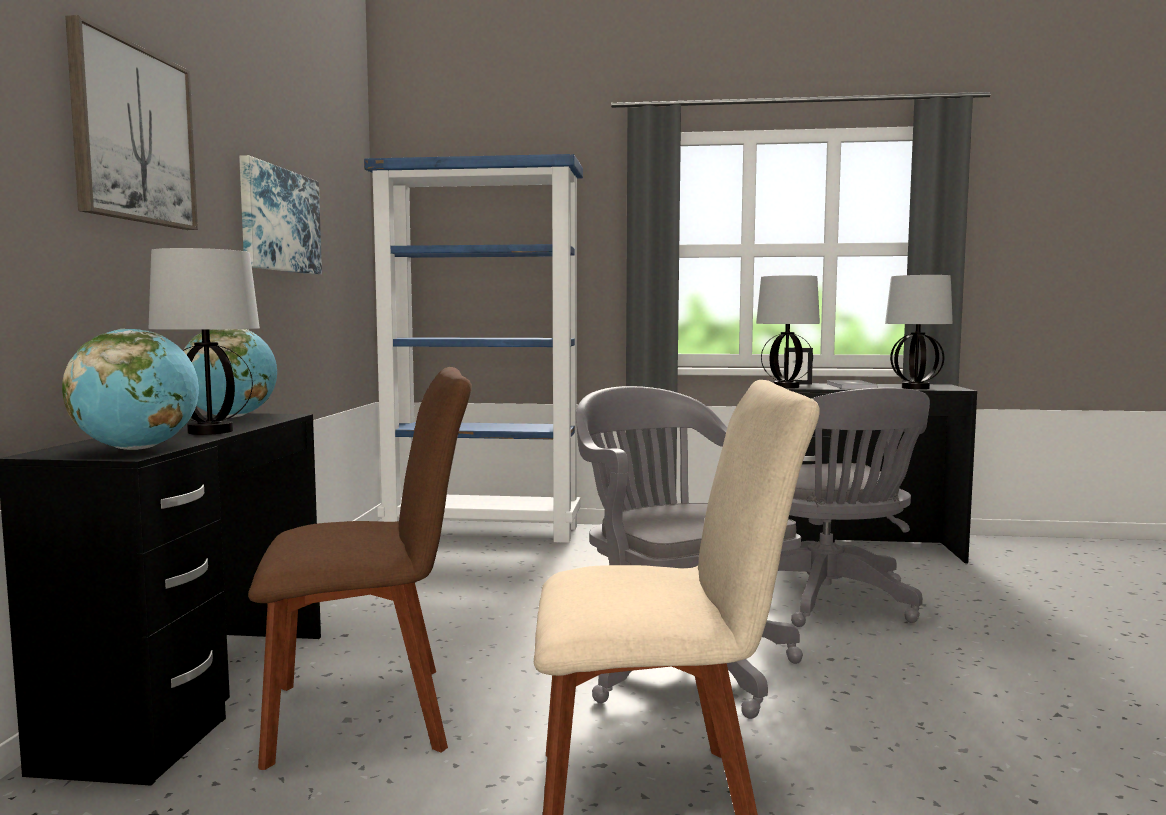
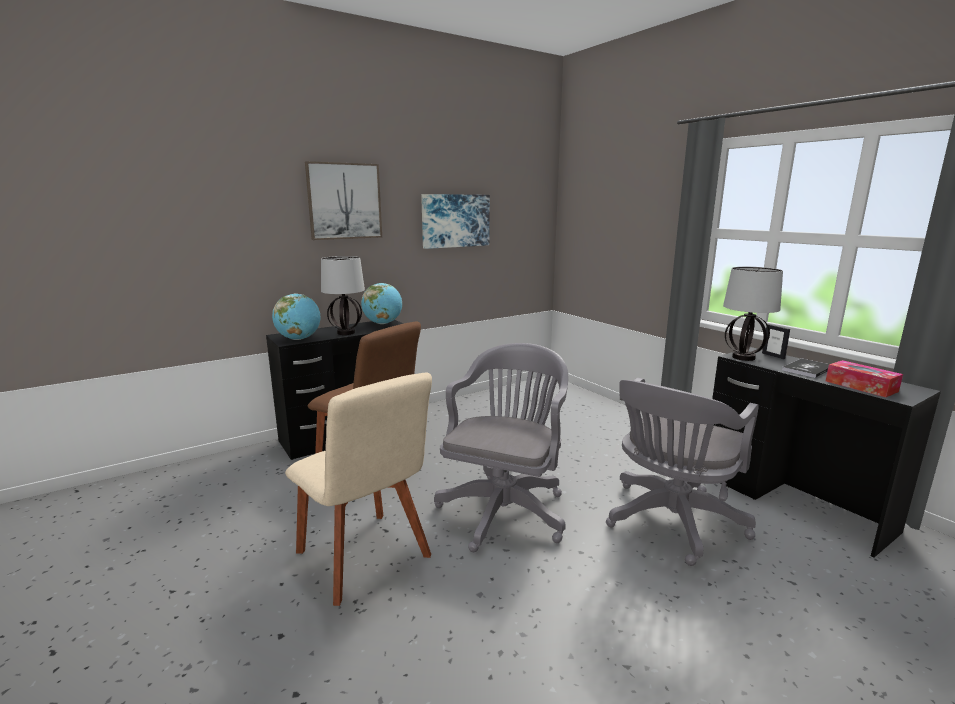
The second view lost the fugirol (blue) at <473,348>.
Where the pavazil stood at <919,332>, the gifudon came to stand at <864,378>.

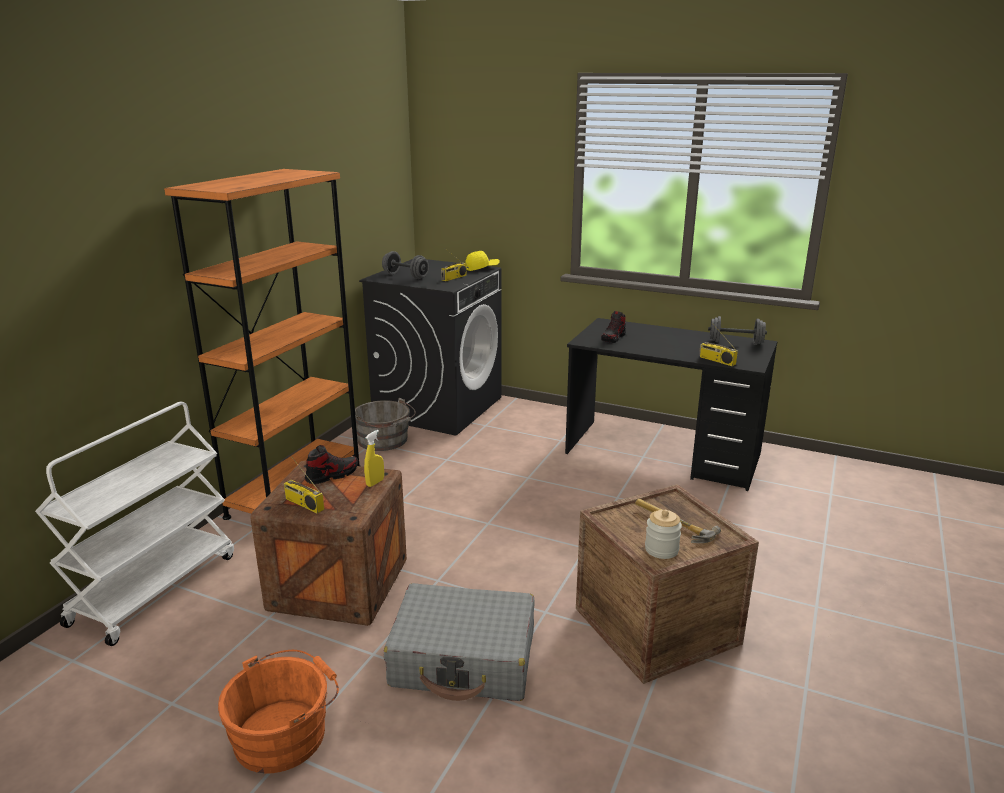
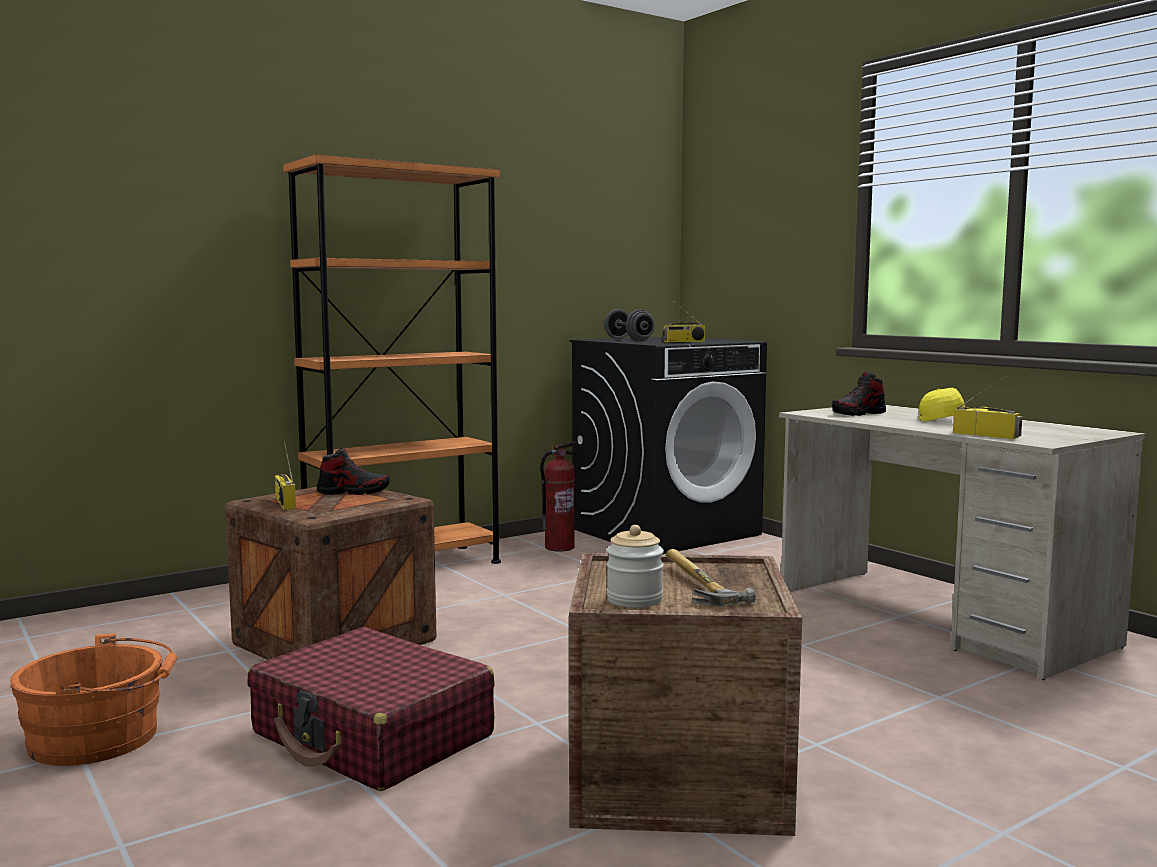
The second view lost the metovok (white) at <134,524>.
Where the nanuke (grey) stood at <385,424>, the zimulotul came to stand at <559,496>.
The second view lost the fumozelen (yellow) at <374,458>.
What was the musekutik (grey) at <459,642> turned into the musekutik (red) at <371,709>.
The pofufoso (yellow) ended up elsewhere, having gone from <482,261> to <953,405>.
What was the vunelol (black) at <671,404> turned into the vunelol (beige) at <962,542>.
The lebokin at <718,344> ended up facing another way, 150 degrees clockwise from before.
The second view lost the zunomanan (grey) at <737,330>.

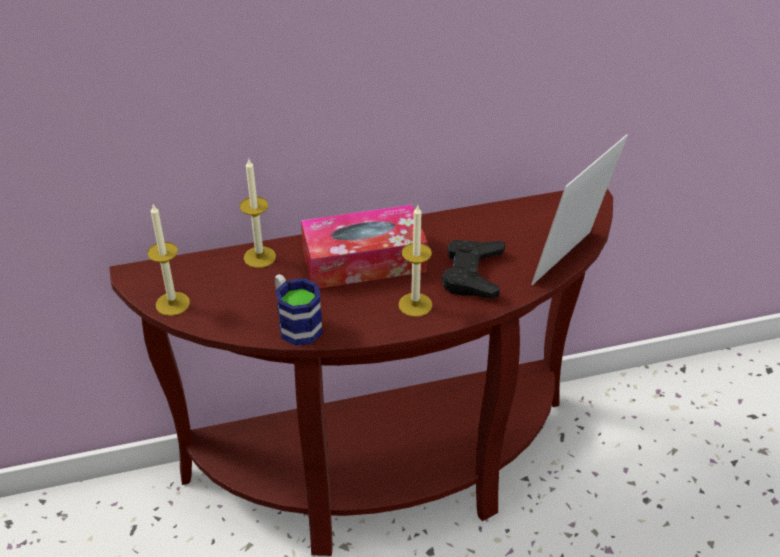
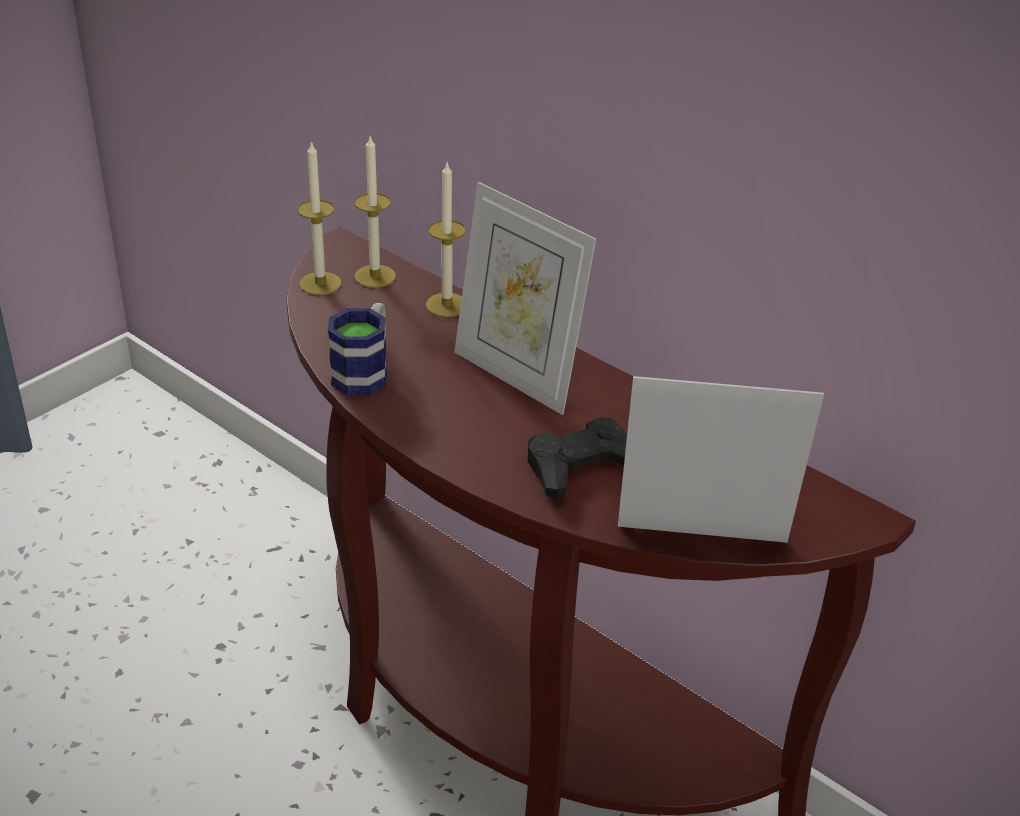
Where the gifudon stood at <364,246>, the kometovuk came to stand at <525,298>.
The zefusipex ended up elsewhere, having gone from <415,260> to <375,212>.

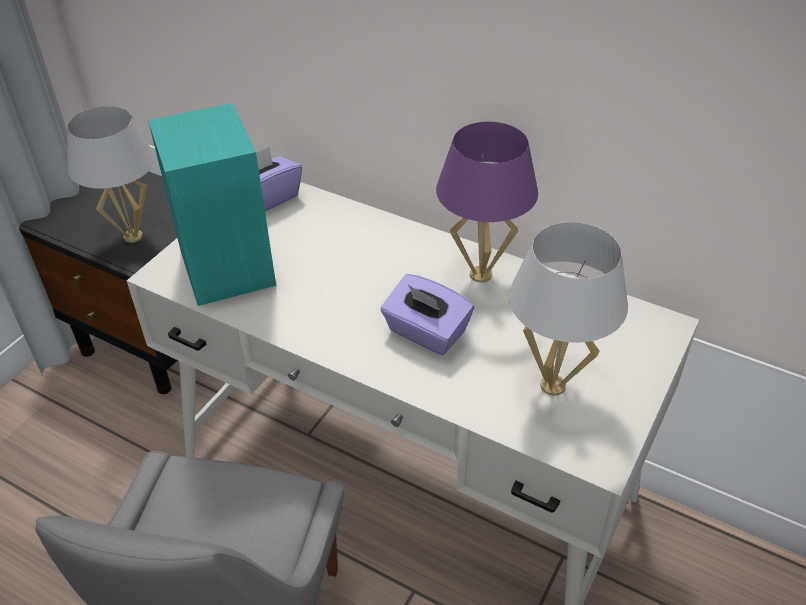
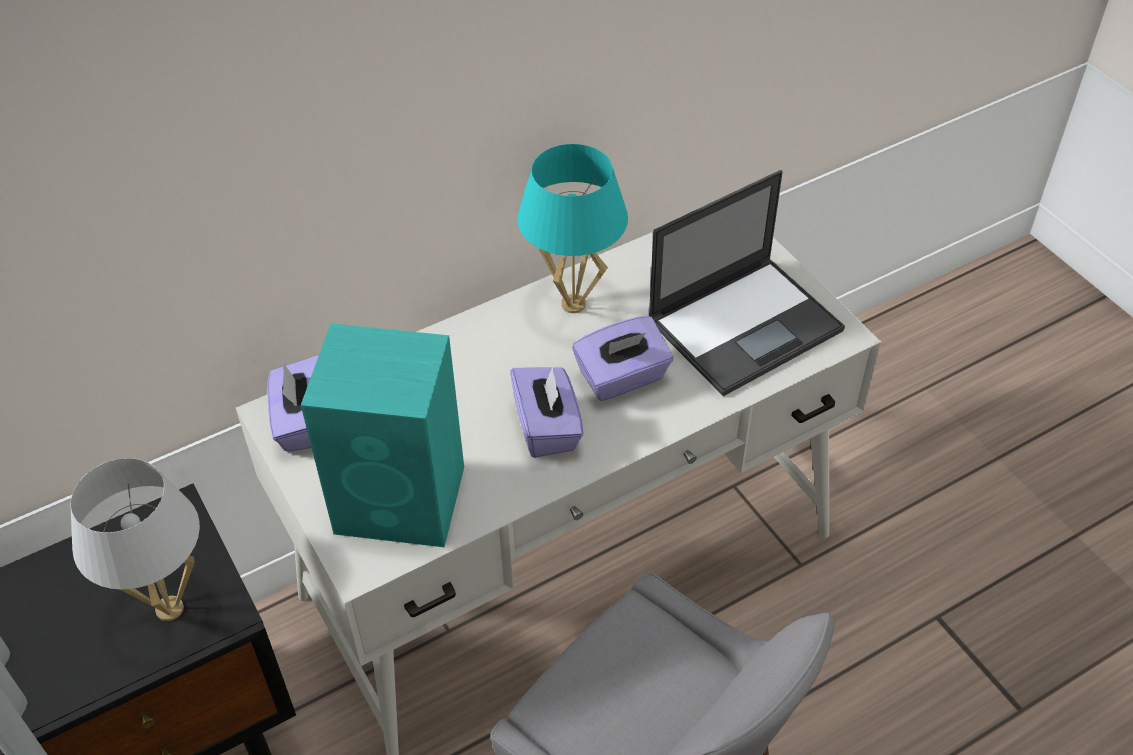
What was the pavazil (purple) at <487,202> turned into the pavazil (turquoise) at <572,228>.
Where the pavazil (white) stood at <568,309>, the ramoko came to stand at <747,283>.
The second view gained the gifudon (purple) at <547,412>.

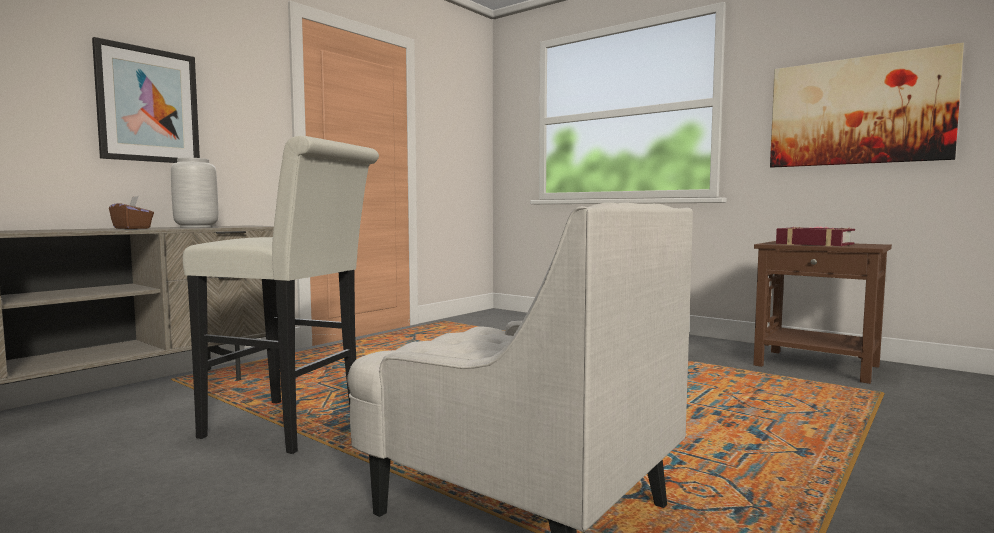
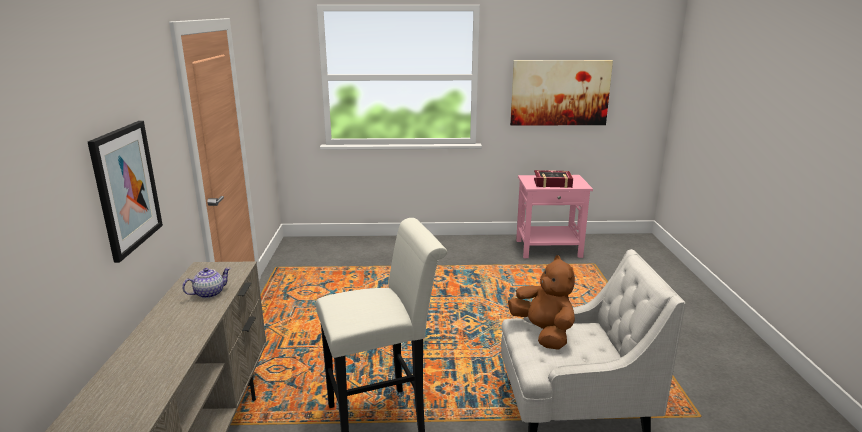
The second view lost the gifudon (brown) at <131,212>.
Where the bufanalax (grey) stood at <194,193>, the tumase came to stand at <206,282>.
What was the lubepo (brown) at <822,312> turned into the lubepo (pink) at <554,216>.
The second view gained the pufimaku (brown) at <541,302>.

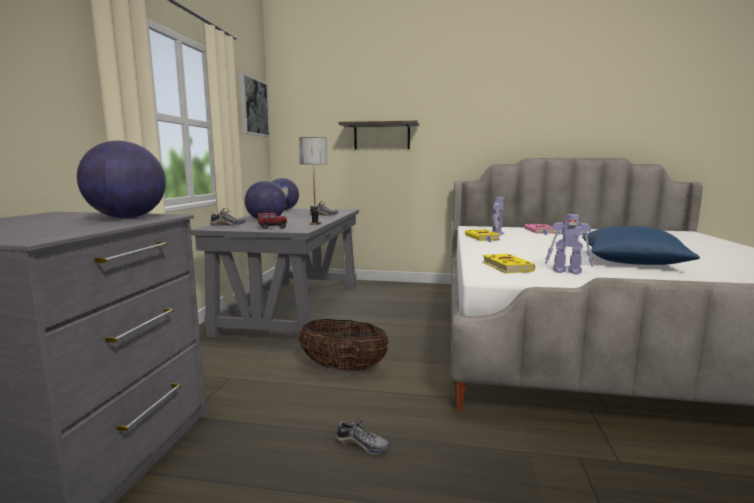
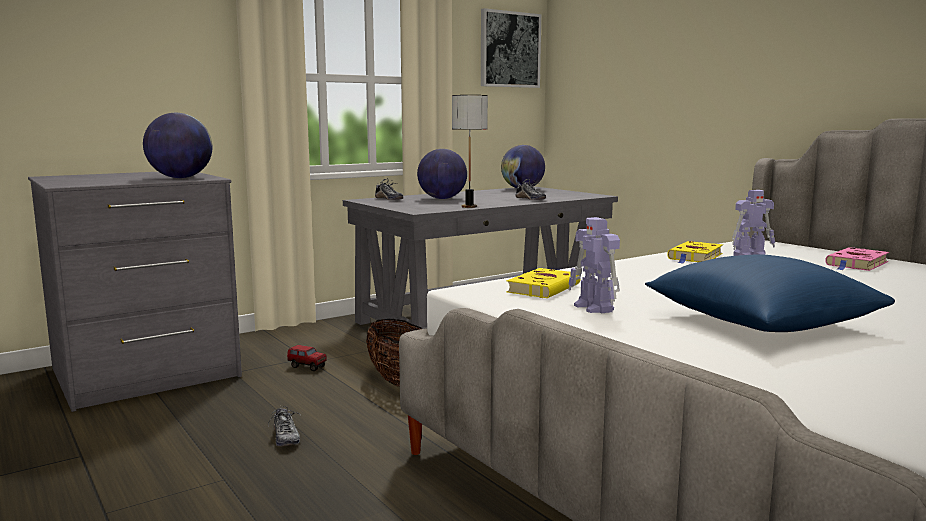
The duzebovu ended up elsewhere, having gone from <272,221> to <307,358>.
The second view lost the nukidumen at <379,135>.

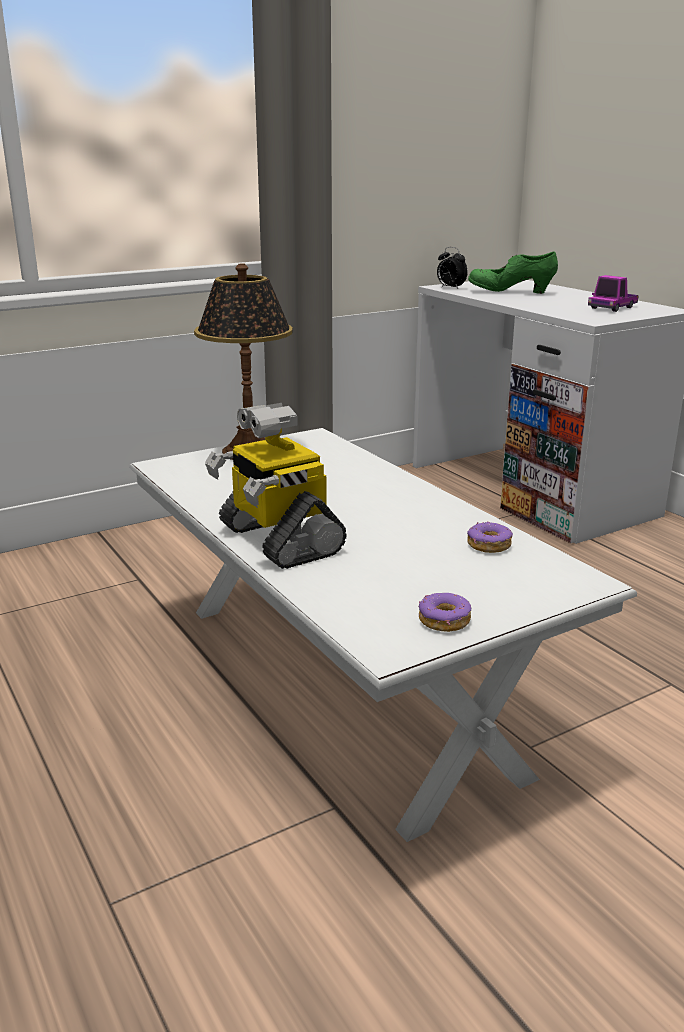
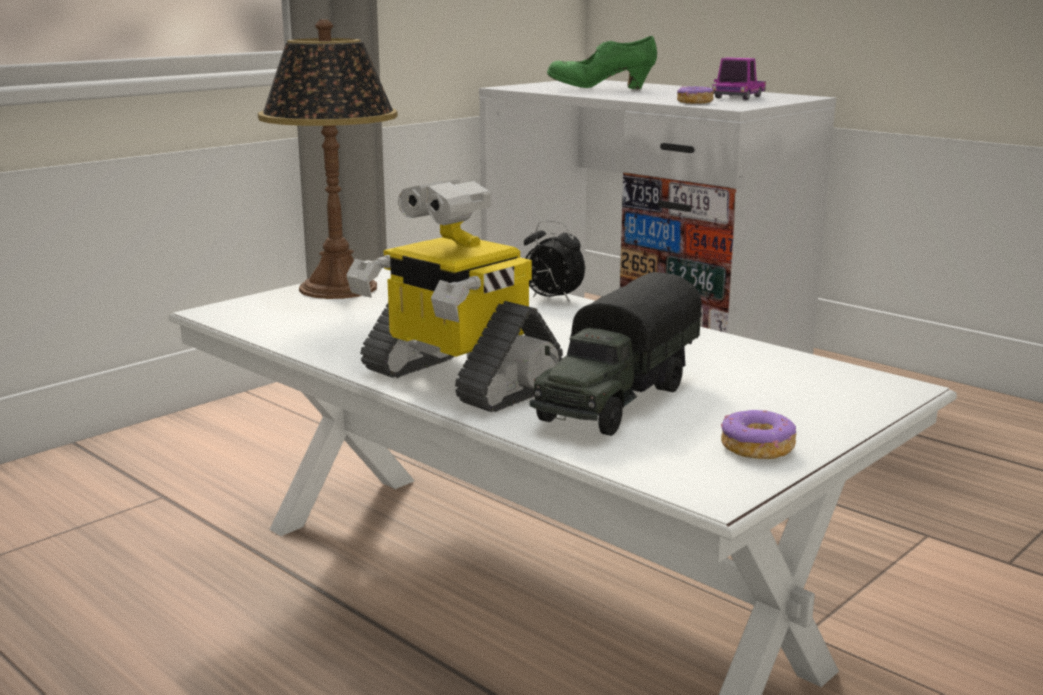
The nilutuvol ended up elsewhere, having gone from <452,268> to <554,261>.
The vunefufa ended up elsewhere, having gone from <490,537> to <695,95>.
The second view gained the duzebovu at <616,354>.

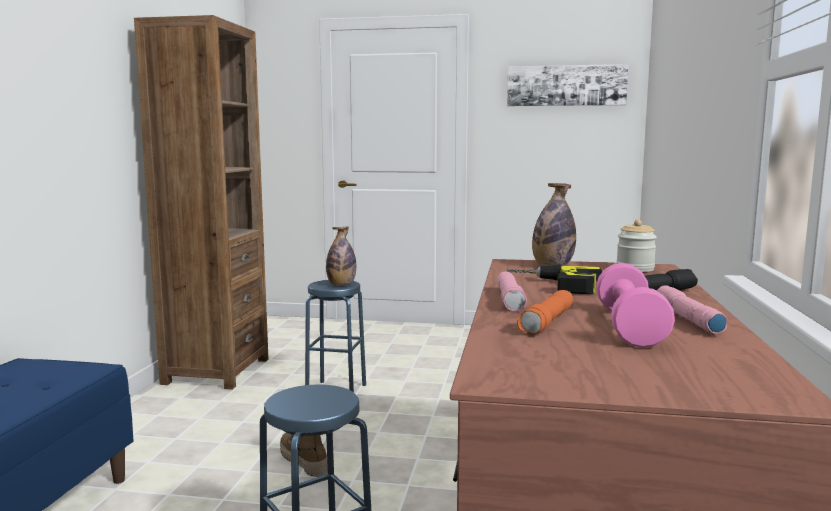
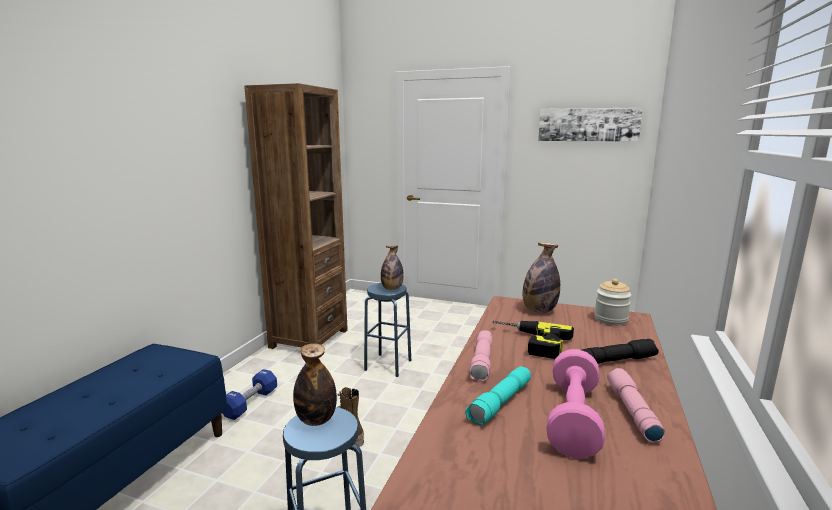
What was the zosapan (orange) at <545,312> turned into the zosapan (turquoise) at <498,395>.
The second view gained the zunomanan (blue) at <249,394>.
The second view gained the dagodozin at <315,384>.

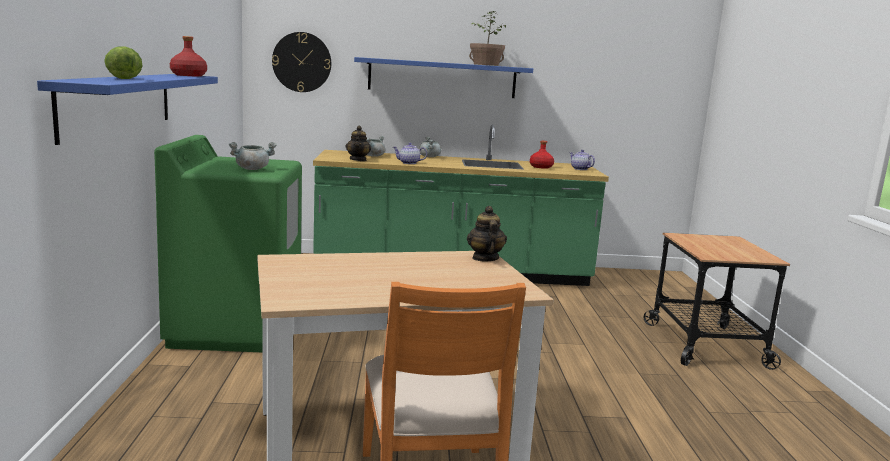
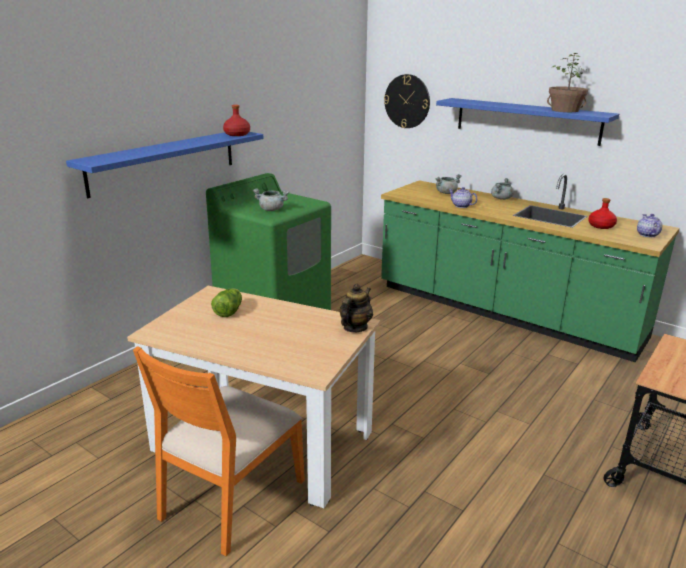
The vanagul ended up elsewhere, having gone from <123,62> to <226,302>.
The second view lost the tumase at <358,143>.

